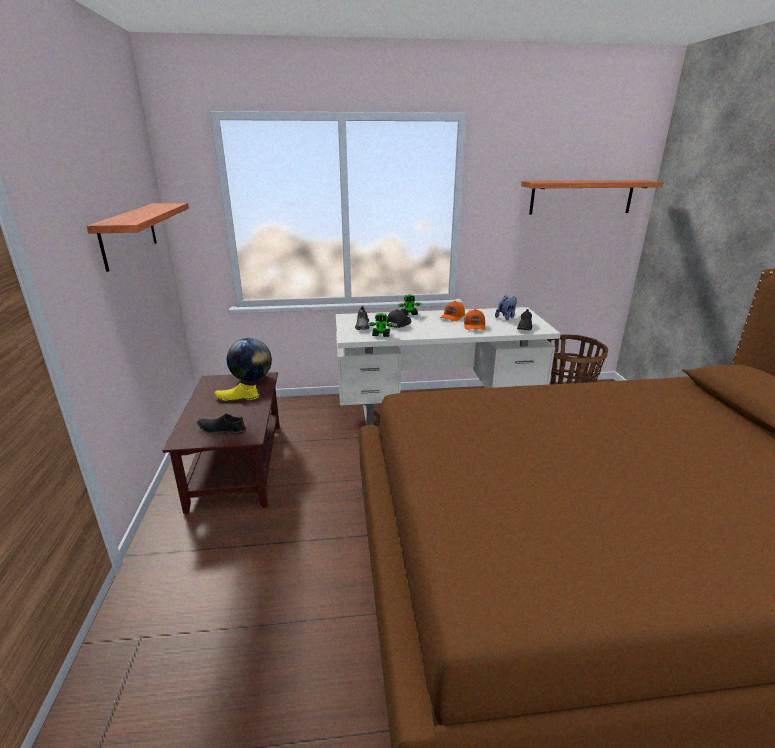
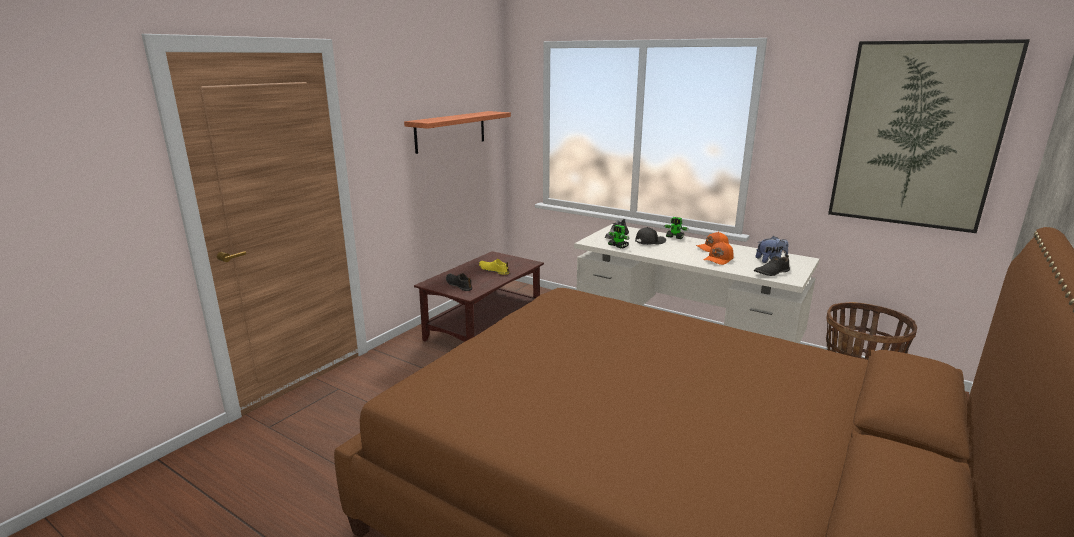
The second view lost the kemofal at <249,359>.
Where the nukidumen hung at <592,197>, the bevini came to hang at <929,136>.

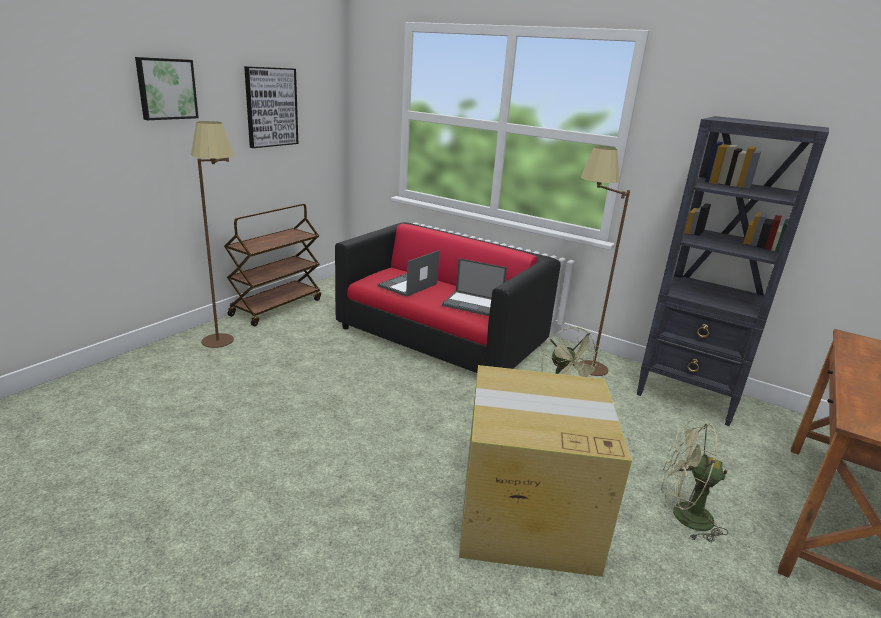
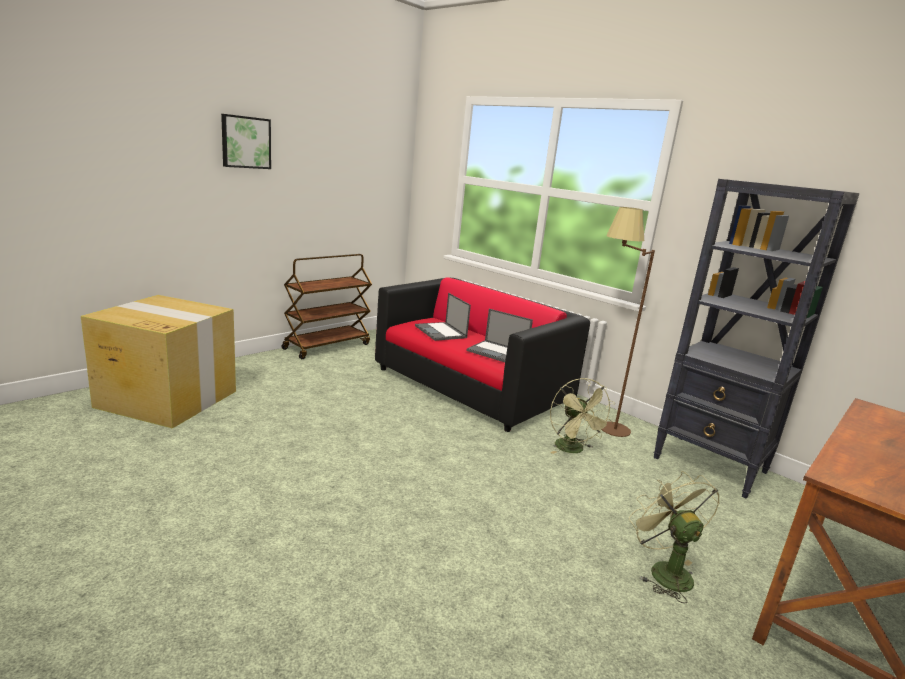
The second view lost the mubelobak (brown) at <212,234>.
The second view lost the bevini at <271,107>.
The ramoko at <408,273> ended up facing another way, 75 degrees counterclockwise from before.
The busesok ended up elsewhere, having gone from <545,471> to <158,361>.
The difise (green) at <694,480> ended up facing another way, 45 degrees clockwise from before.

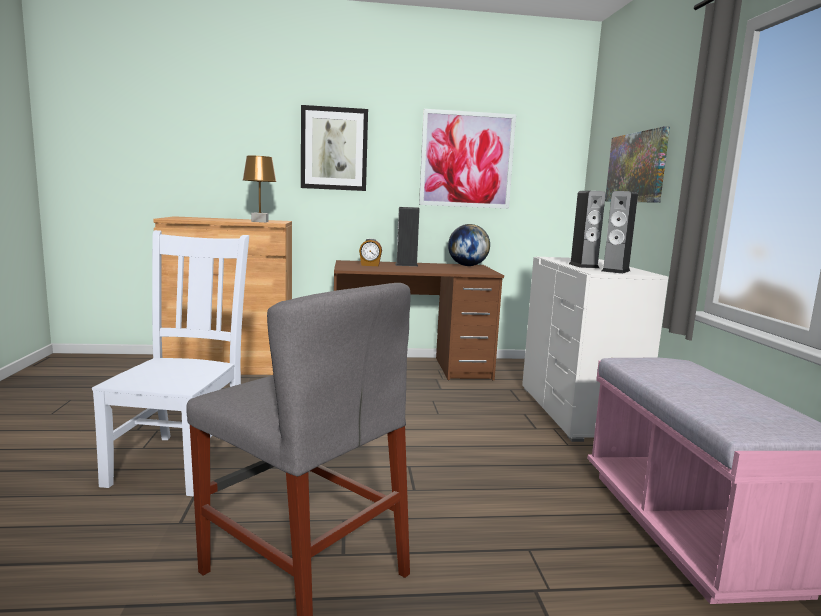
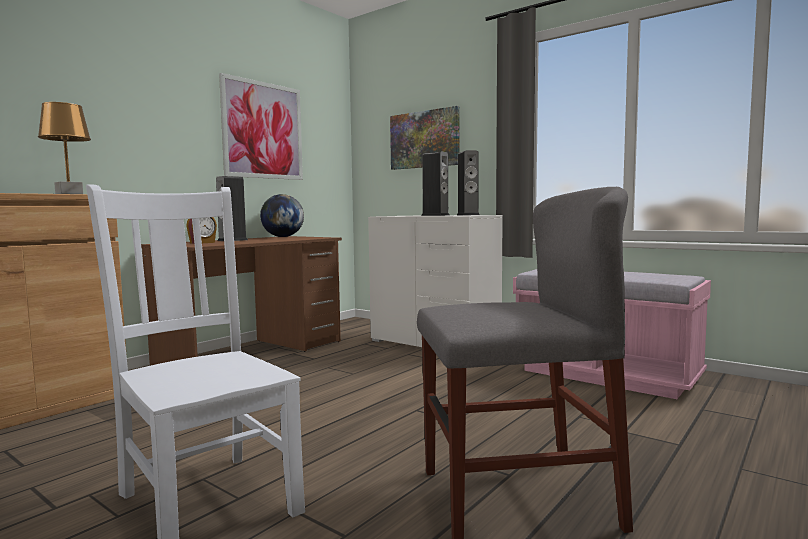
The second view lost the bevini at <334,148>.

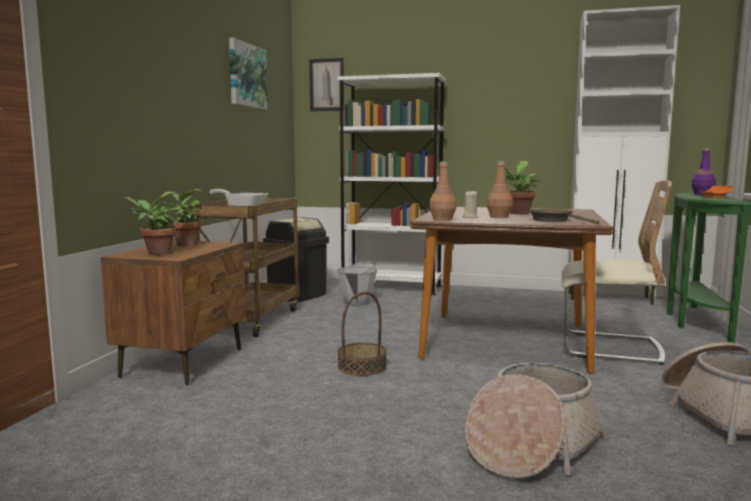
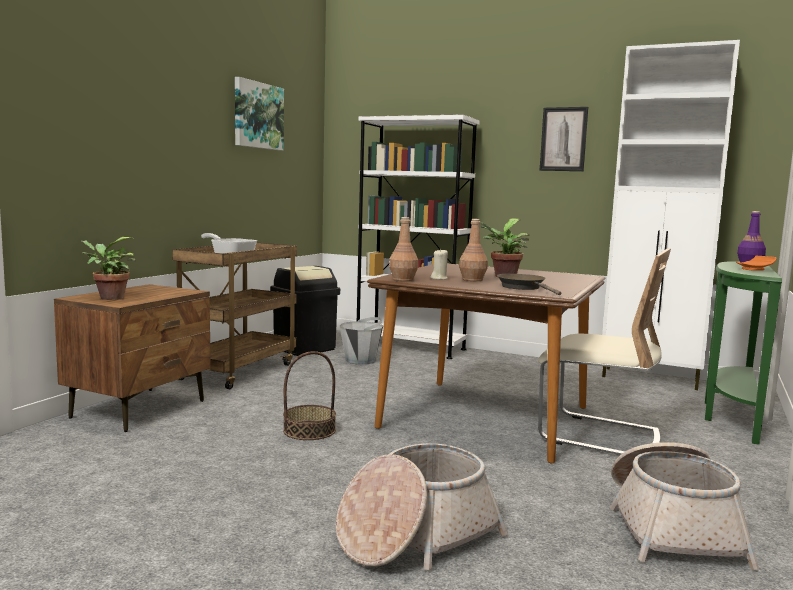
The second view lost the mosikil at <183,217>.
The bevini ended up elsewhere, having gone from <326,84> to <563,139>.

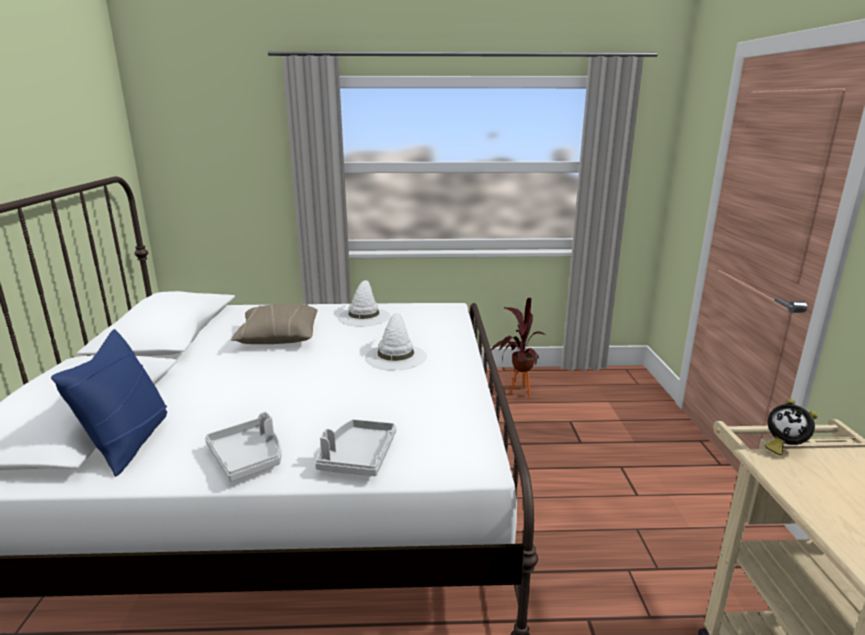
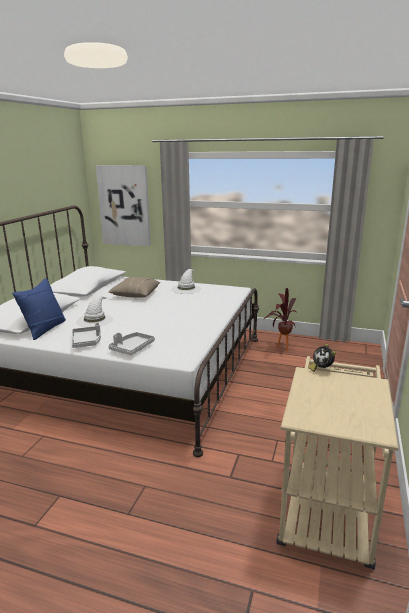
The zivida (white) ended up elsewhere, having gone from <396,341> to <94,311>.
The second view gained the bevini at <123,205>.

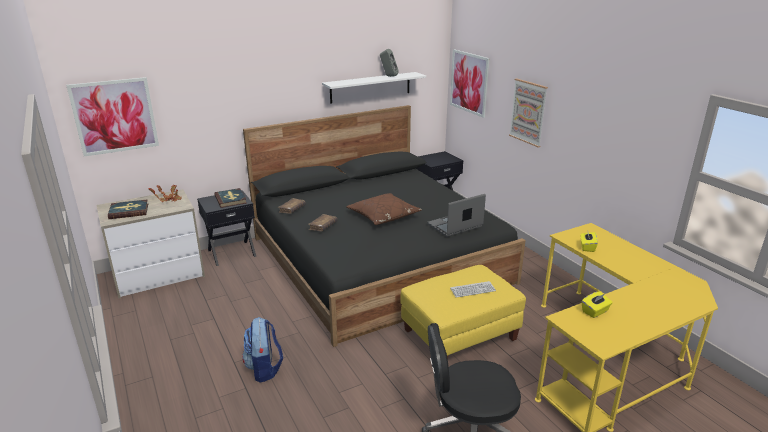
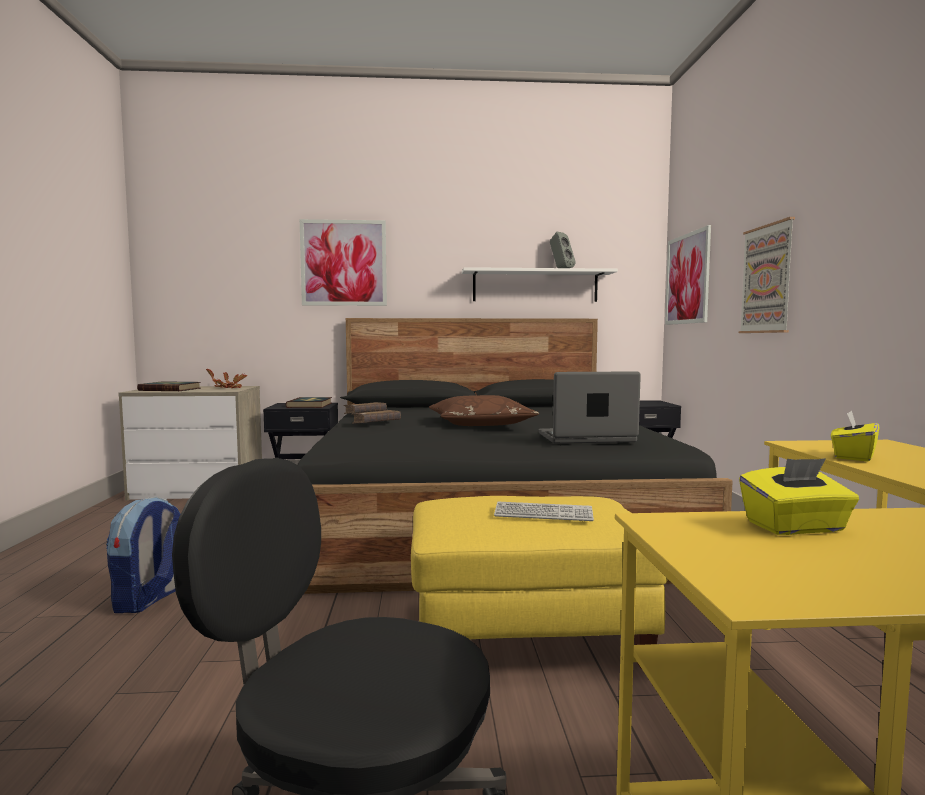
The bevini ended up elsewhere, having gone from <112,117> to <343,262>.

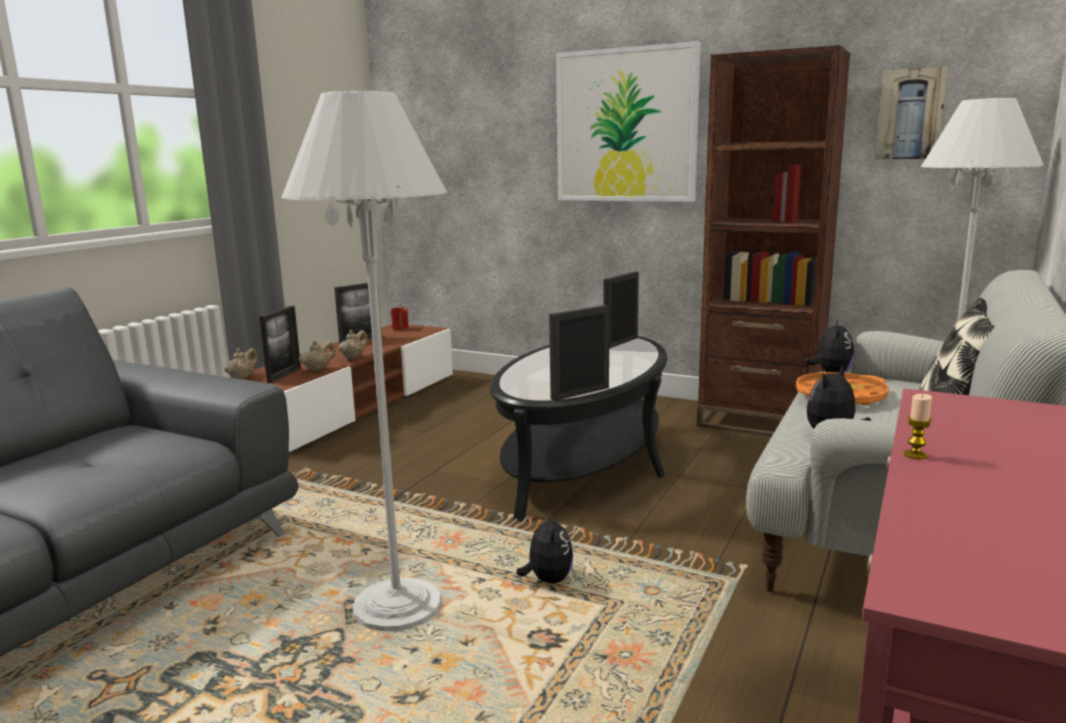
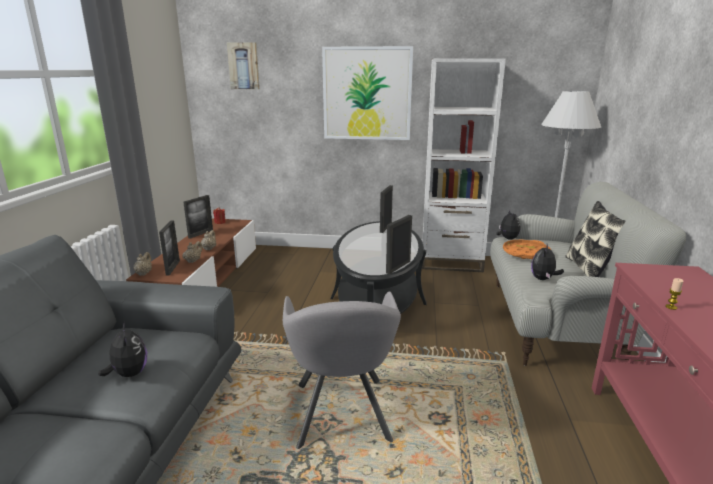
Where the mubelobak (white) stood at <364,361>, the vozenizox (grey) came to stand at <342,370>.
The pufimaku ended up elsewhere, having gone from <544,546> to <122,350>.
What was the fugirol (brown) at <773,241> turned into the fugirol (white) at <464,165>.
The bevini ended up elsewhere, having gone from <911,112> to <243,65>.

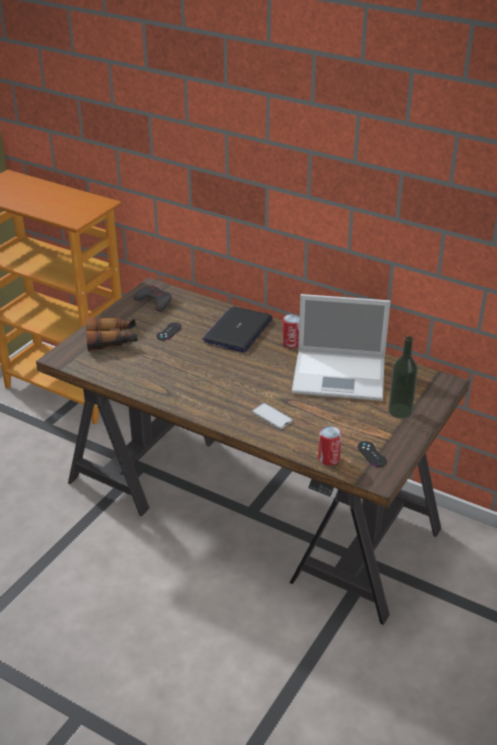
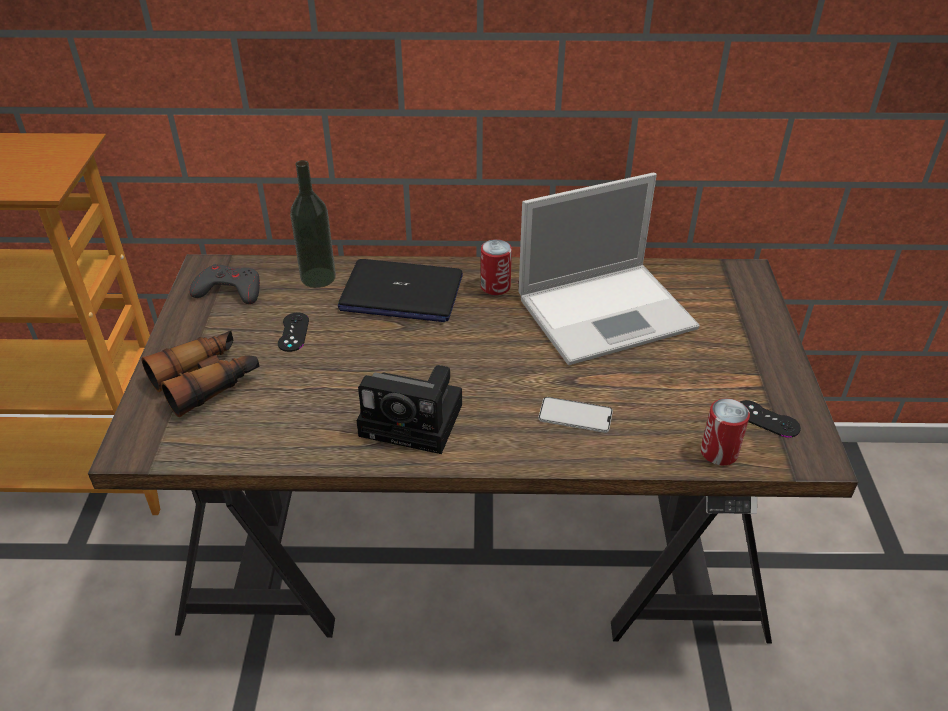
The ramoko at <237,329> ended up facing another way, 75 degrees counterclockwise from before.
The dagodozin ended up elsewhere, having gone from <403,377> to <313,224>.
The second view gained the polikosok at <409,409>.

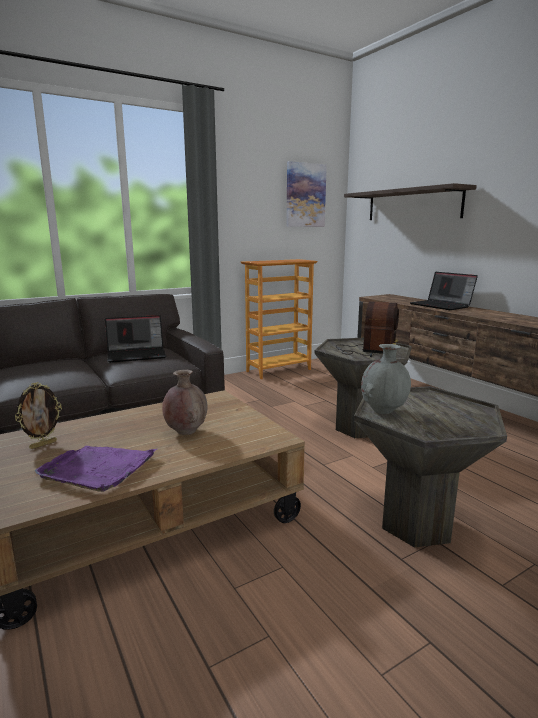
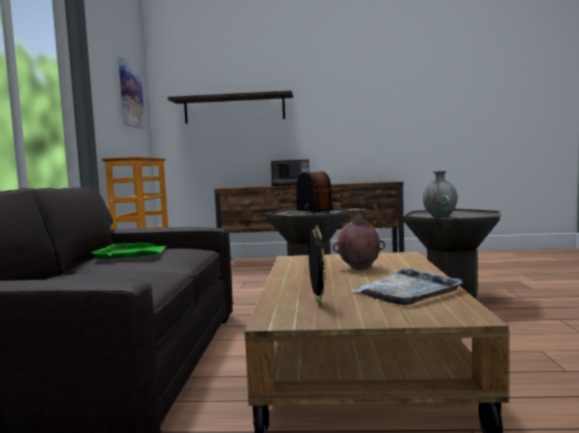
What was the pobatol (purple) at <96,469> turned into the pobatol (grey) at <407,286>.
Where the ramoko stood at <135,339>, the pobatol (green) came to stand at <129,251>.

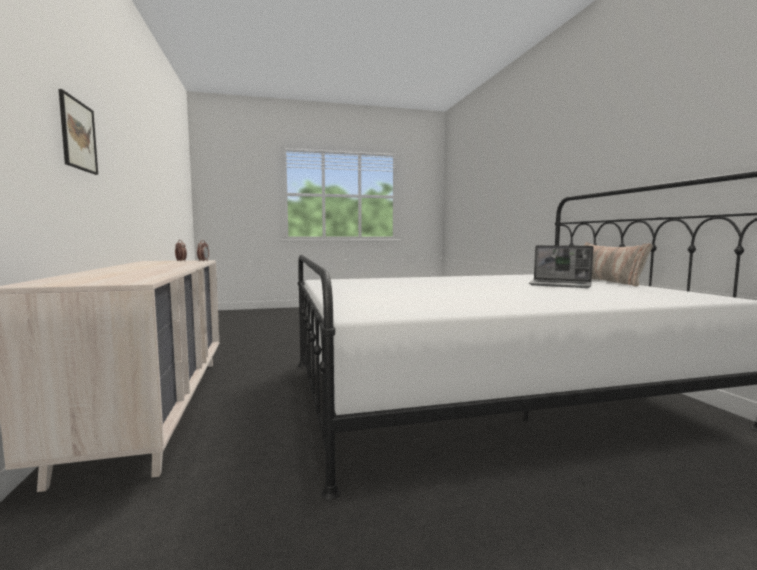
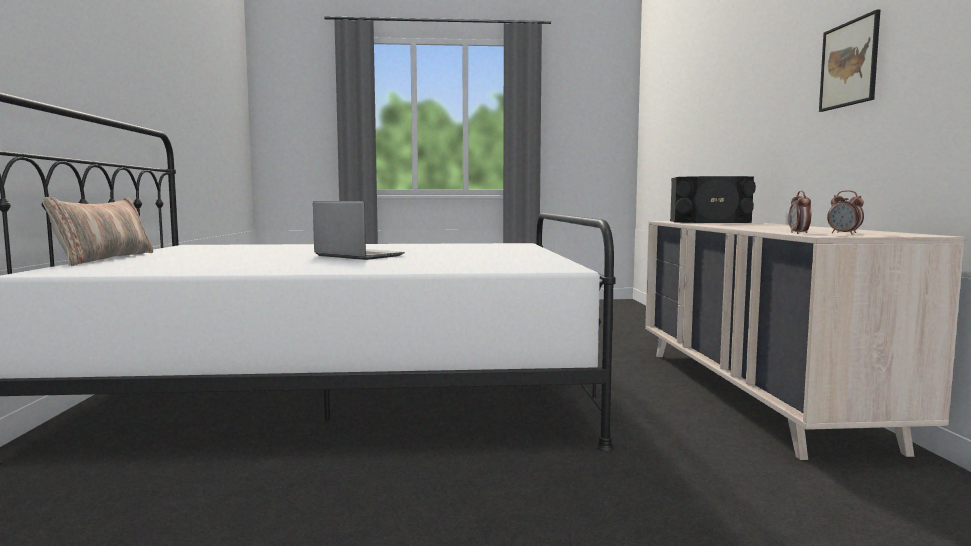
The ramoko ended up elsewhere, having gone from <561,266> to <359,230>.
The second view gained the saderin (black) at <713,199>.

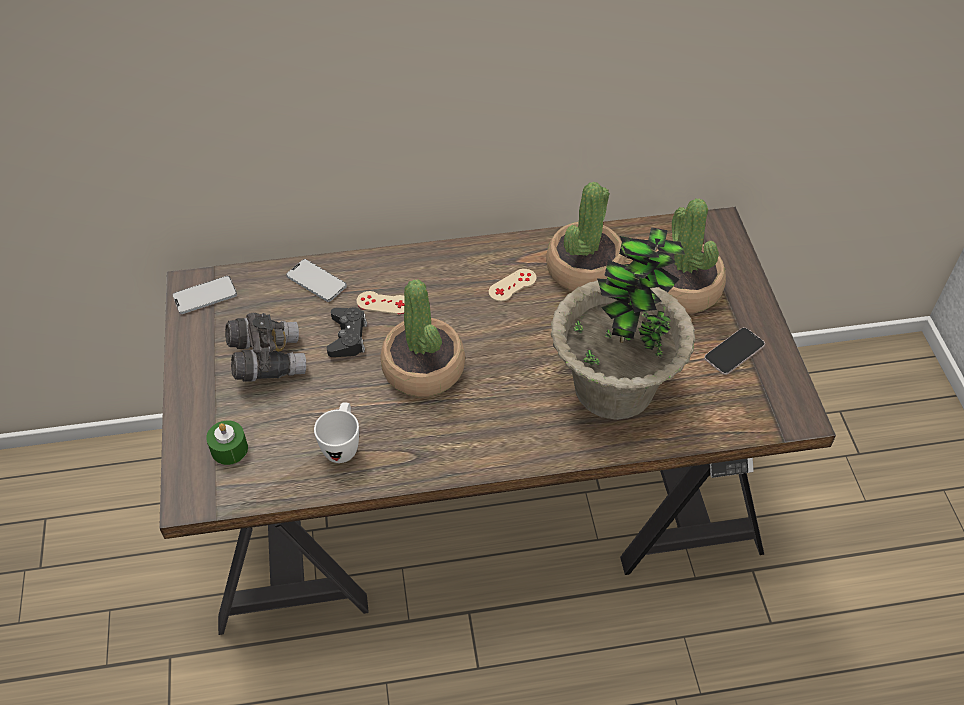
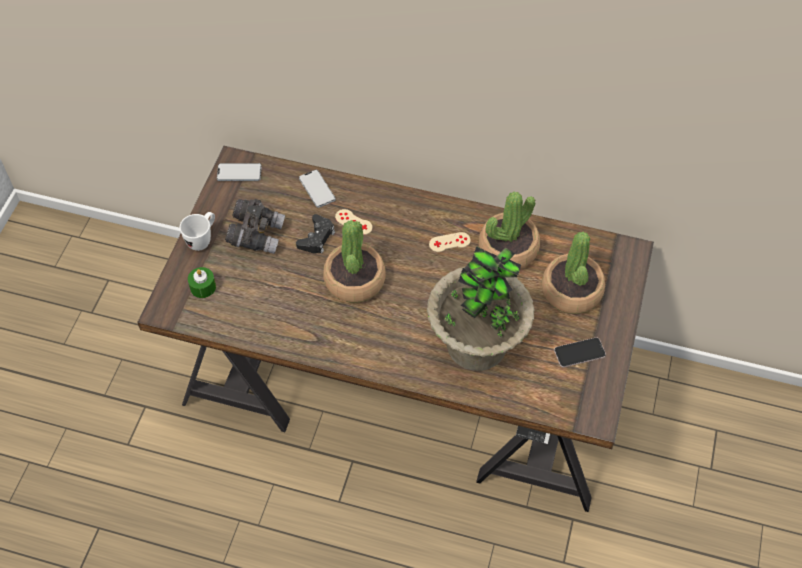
The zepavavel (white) ended up elsewhere, having gone from <336,432> to <197,231>.

